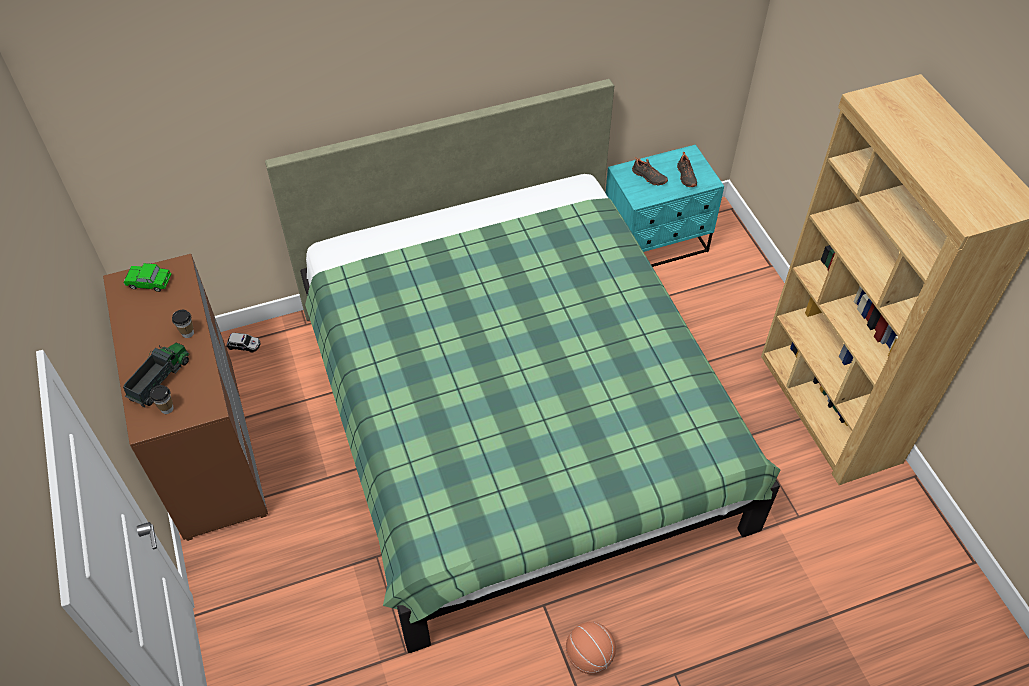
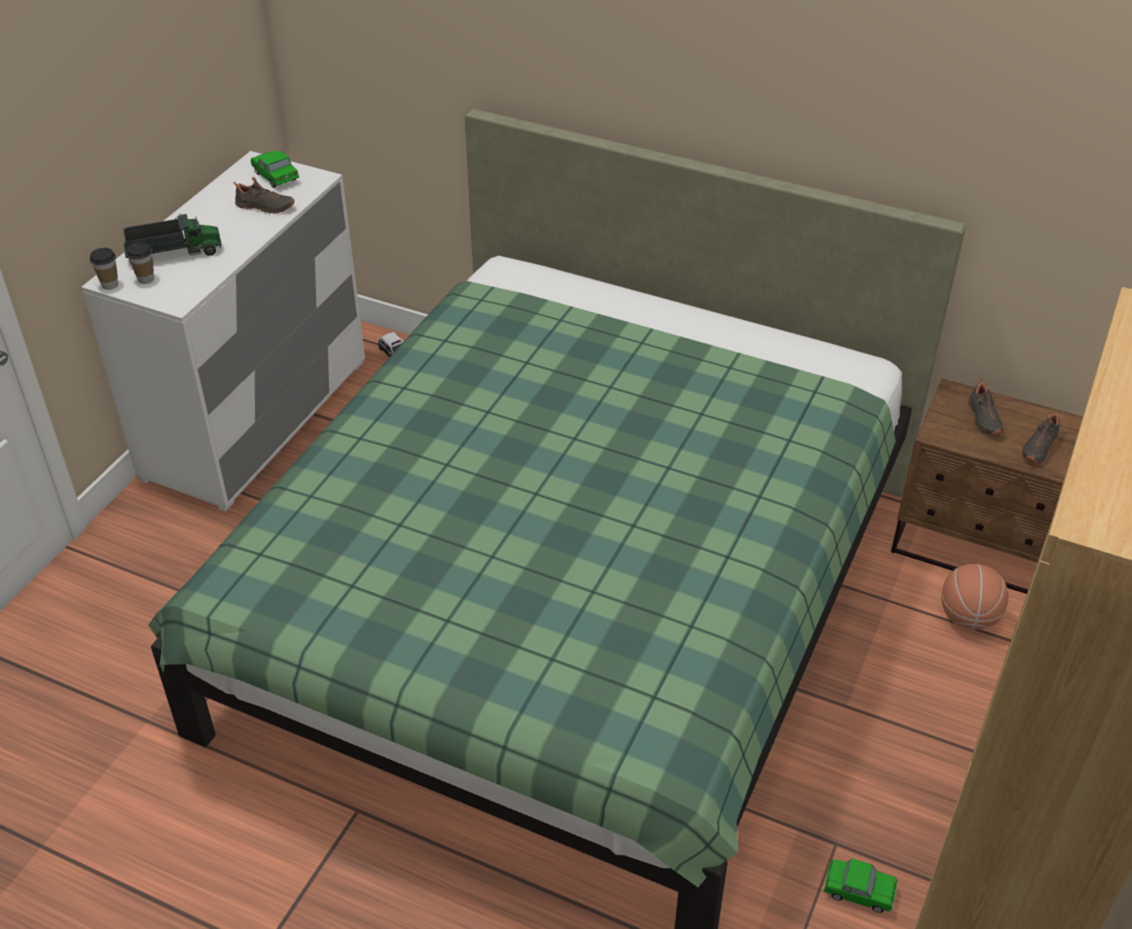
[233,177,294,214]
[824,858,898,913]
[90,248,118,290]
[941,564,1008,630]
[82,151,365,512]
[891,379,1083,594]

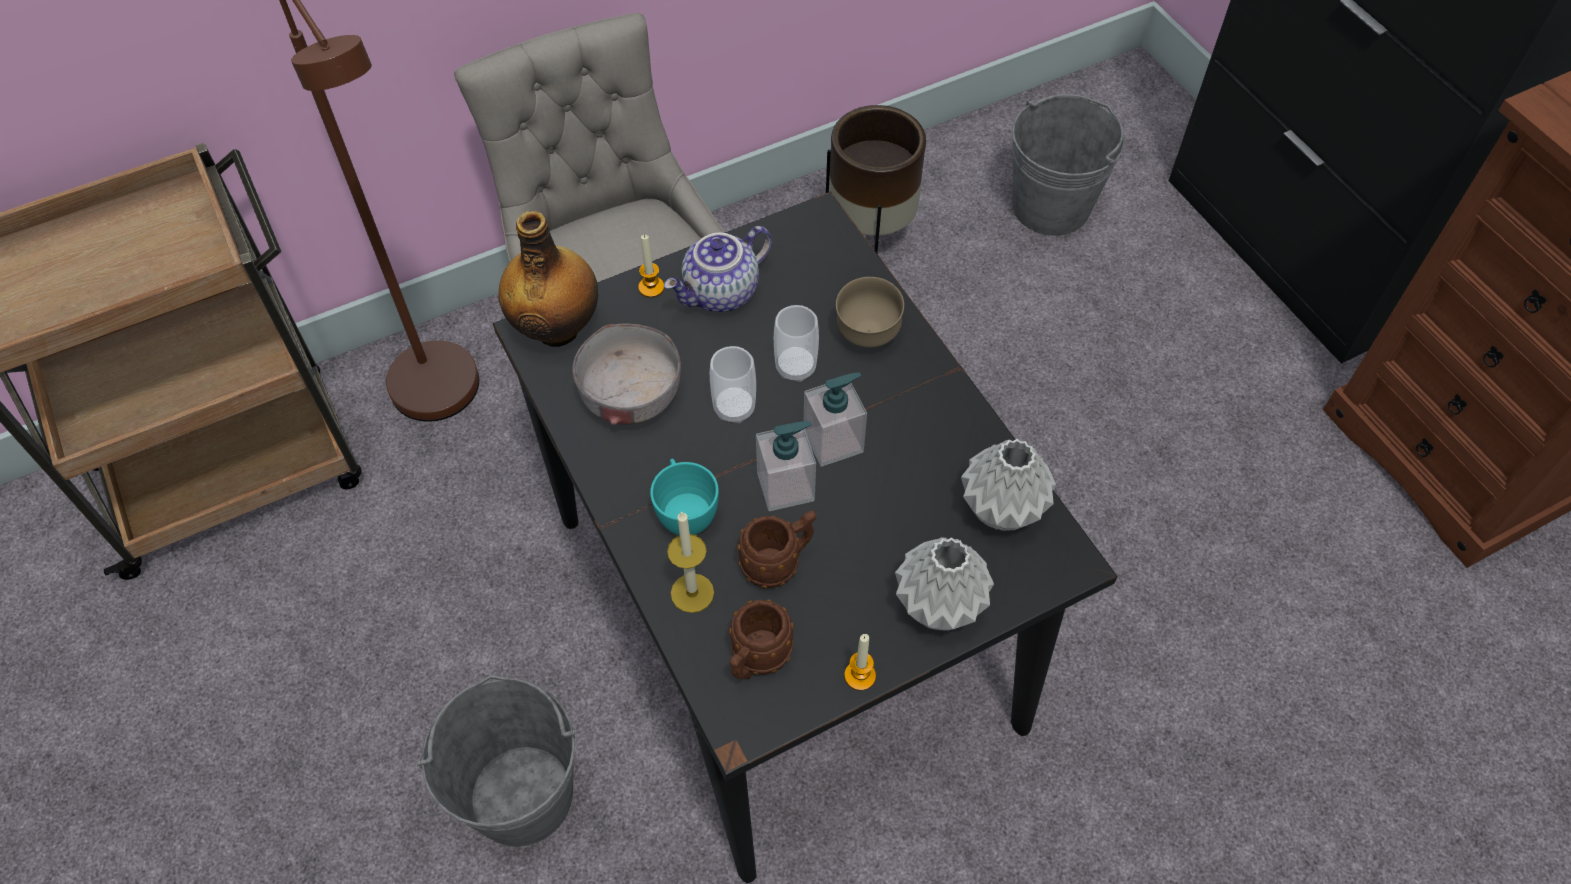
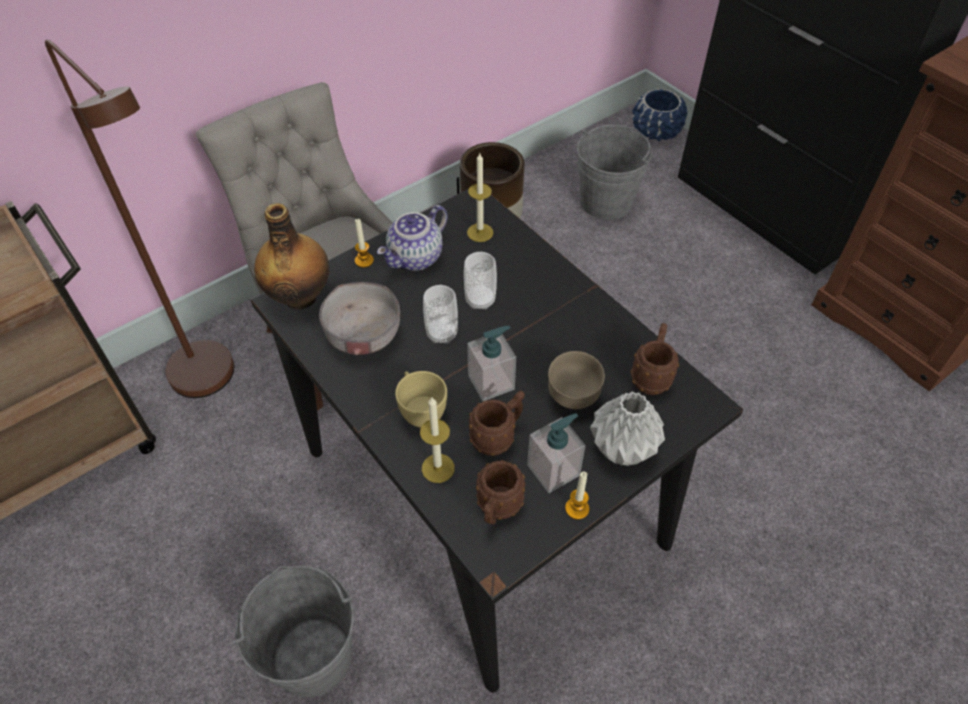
[467,153,493,242]
[633,89,688,141]
[527,414,585,493]
[548,351,605,409]
[630,323,679,395]
[395,371,447,428]

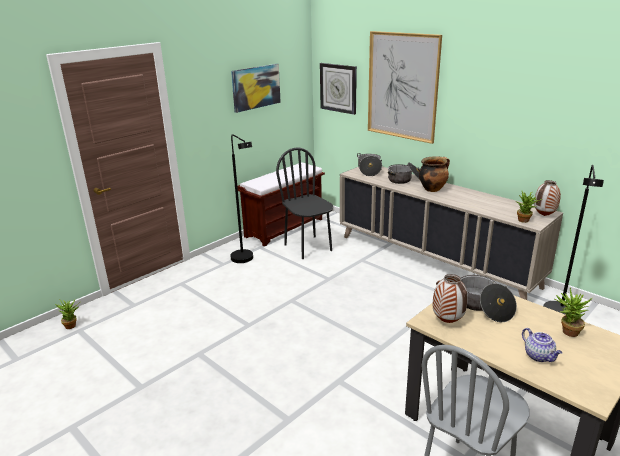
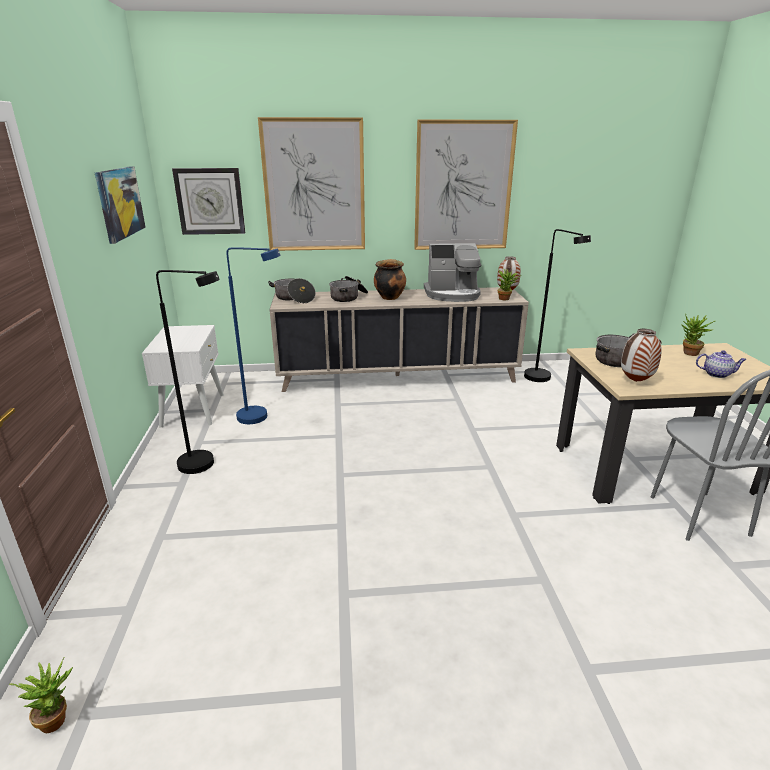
[414,120,518,250]
[424,243,481,302]
[142,325,224,427]
[227,247,280,424]

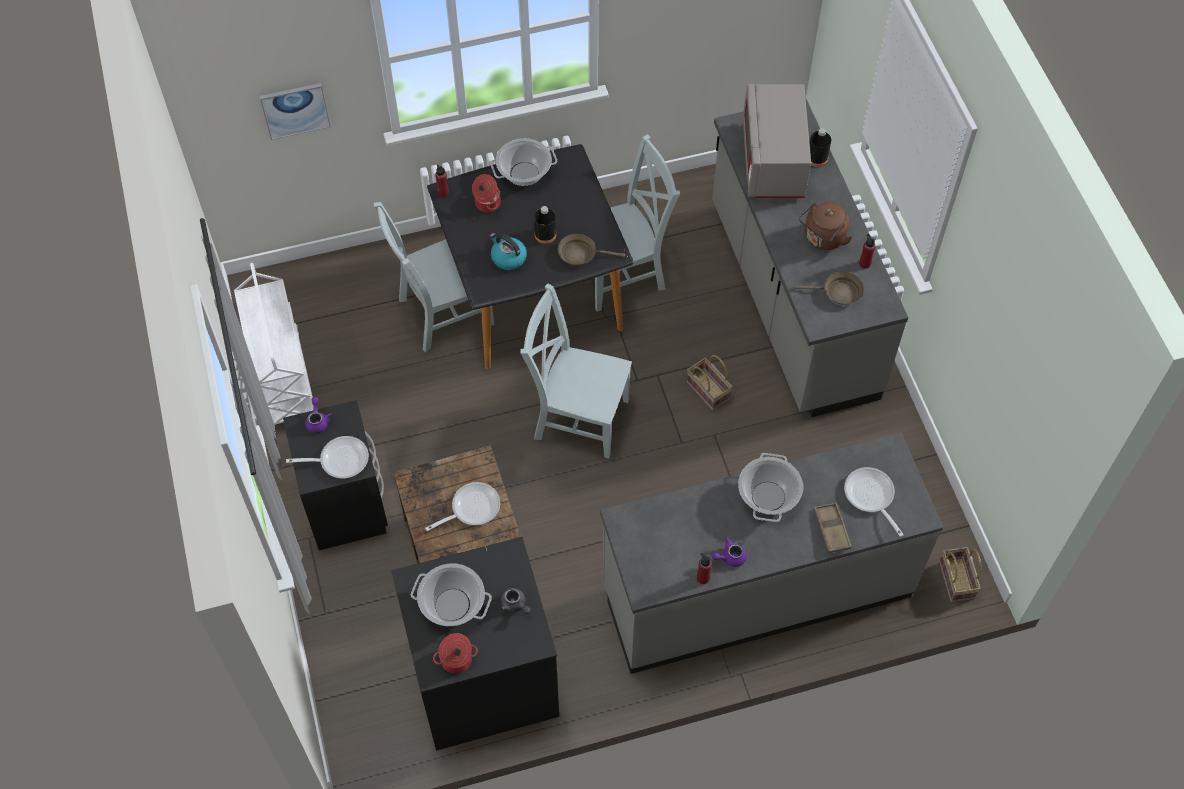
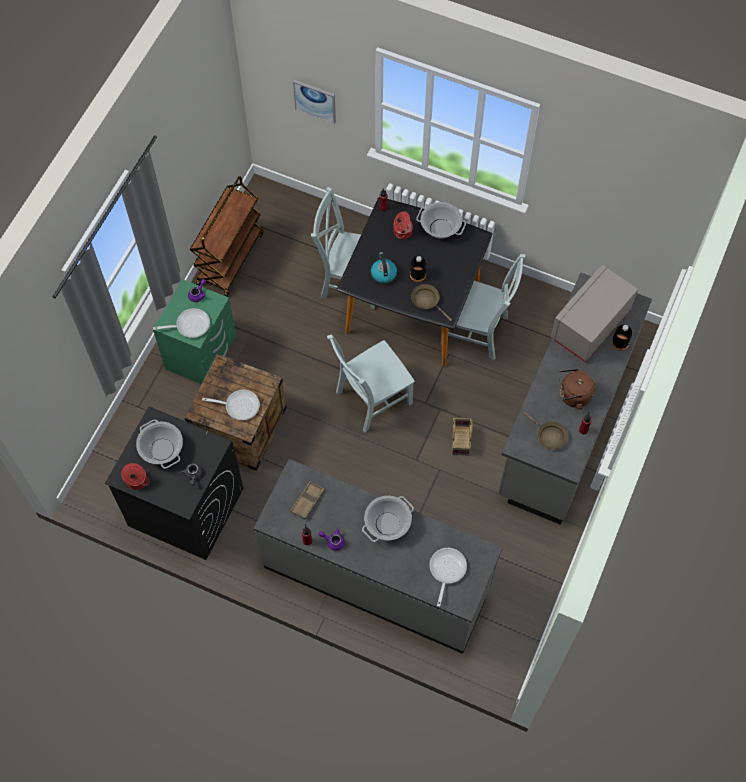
[939,547,981,603] (first image)
[291,482,324,519]
[190,176,264,297]
[153,279,236,384]
[153,308,210,338]
[327,334,415,433]

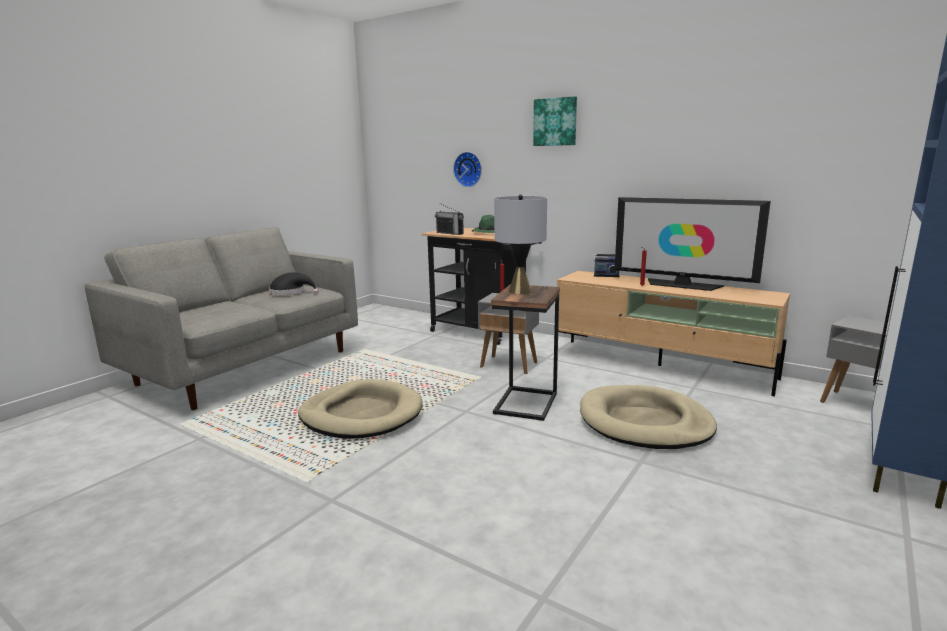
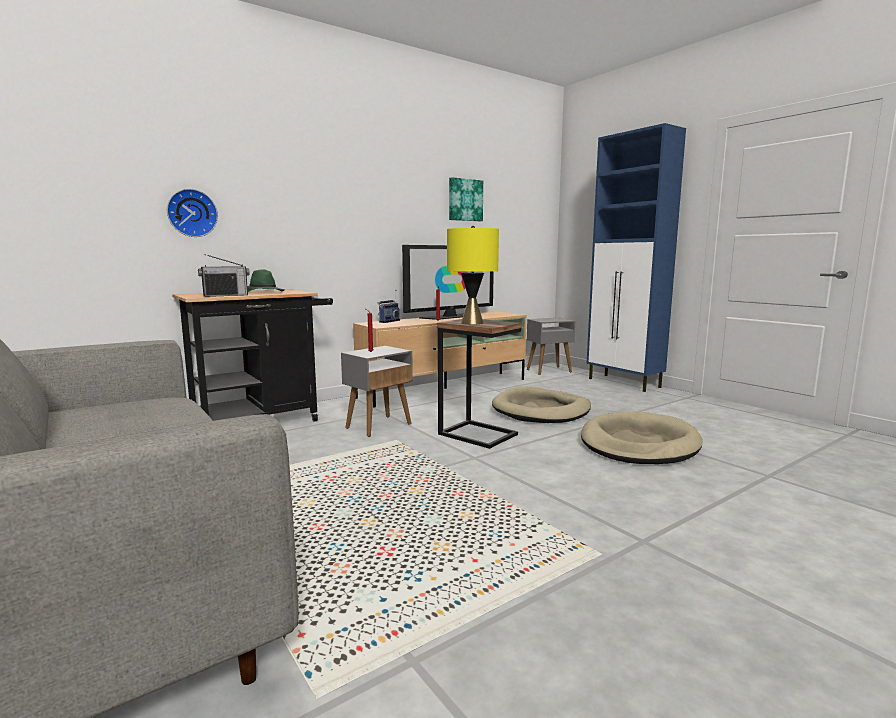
[269,272,319,296] (first image)
[581,412,703,464]
[449,177,483,221]
[447,226,499,325]

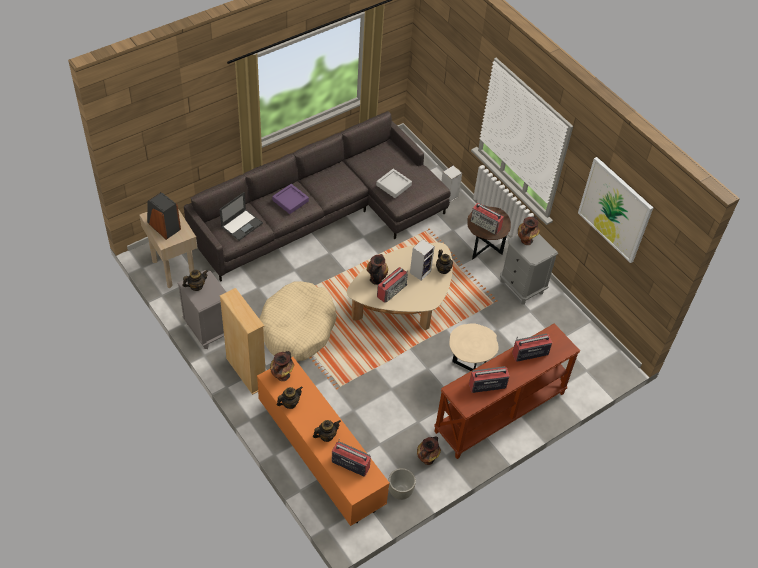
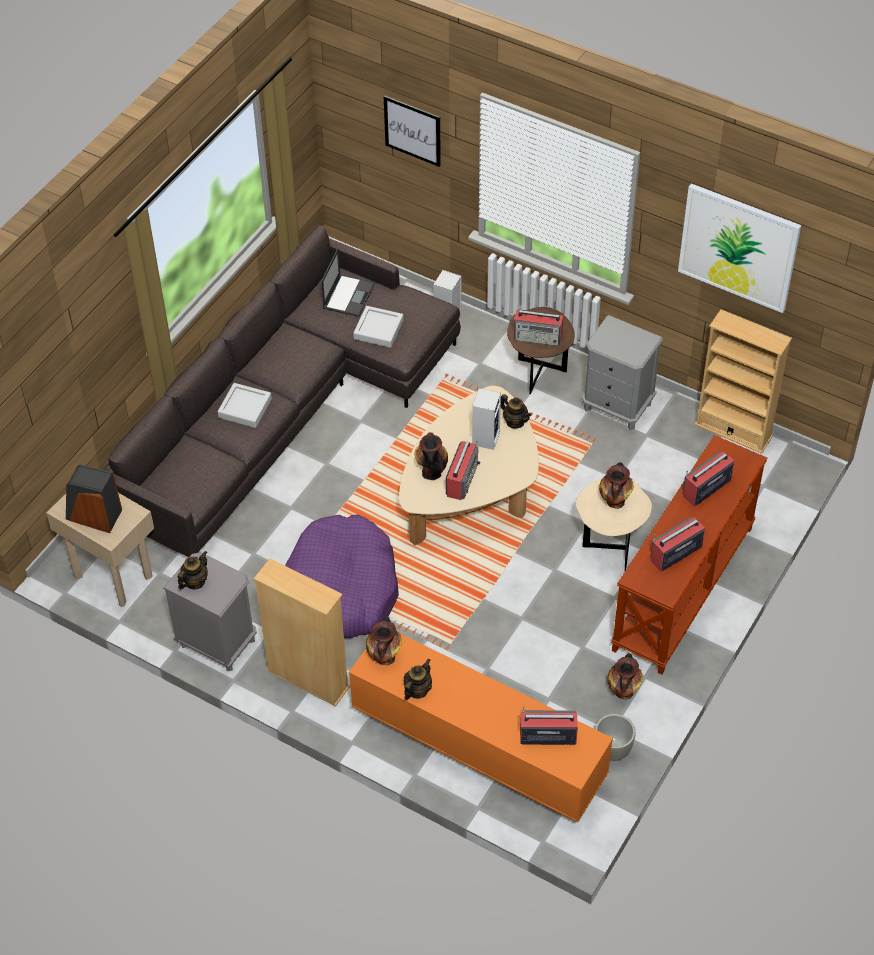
[313,420,341,442] (first image)
[384,95,441,167]
[695,310,792,454]
[321,248,375,317]
[599,462,634,509]
[285,514,399,638]
[218,383,272,428]

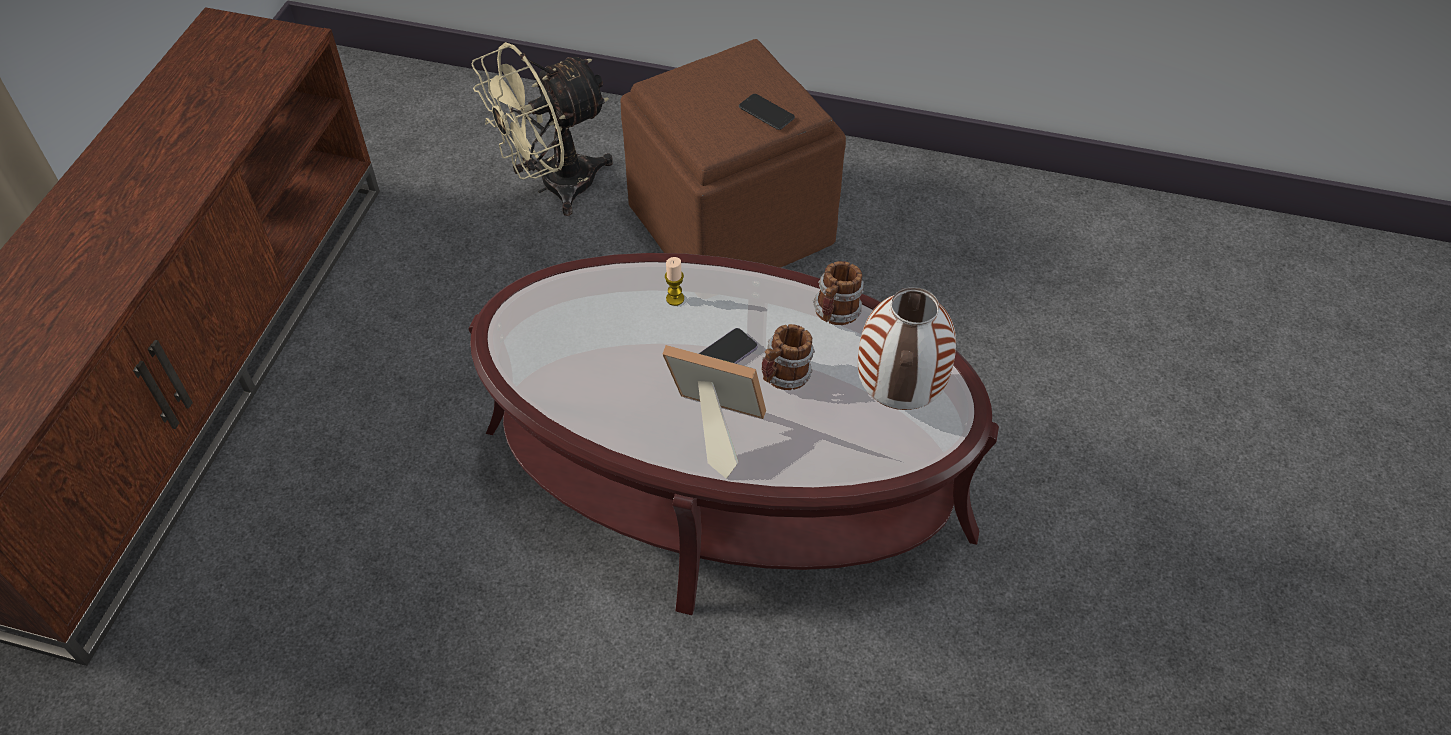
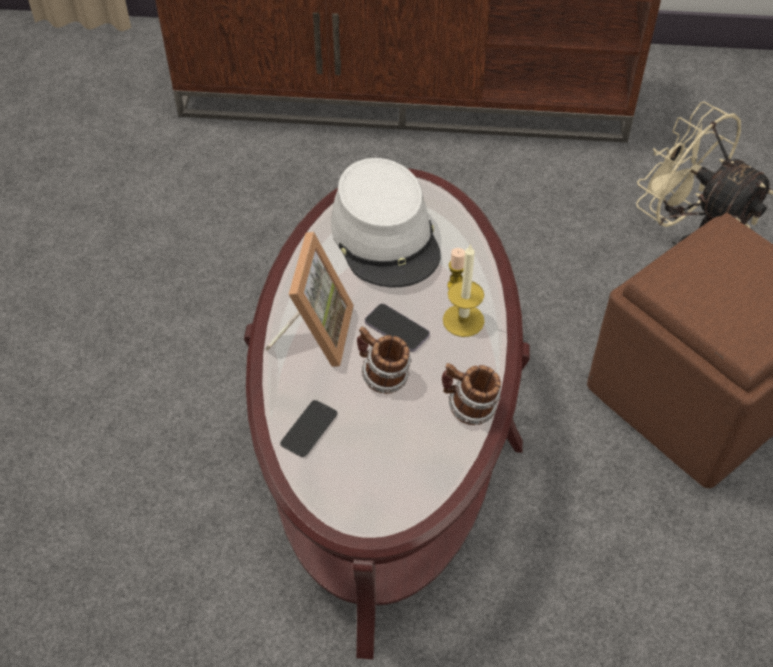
[858,287,956,410] (first image)
[331,158,441,287]
[443,244,485,337]
[280,400,337,457]

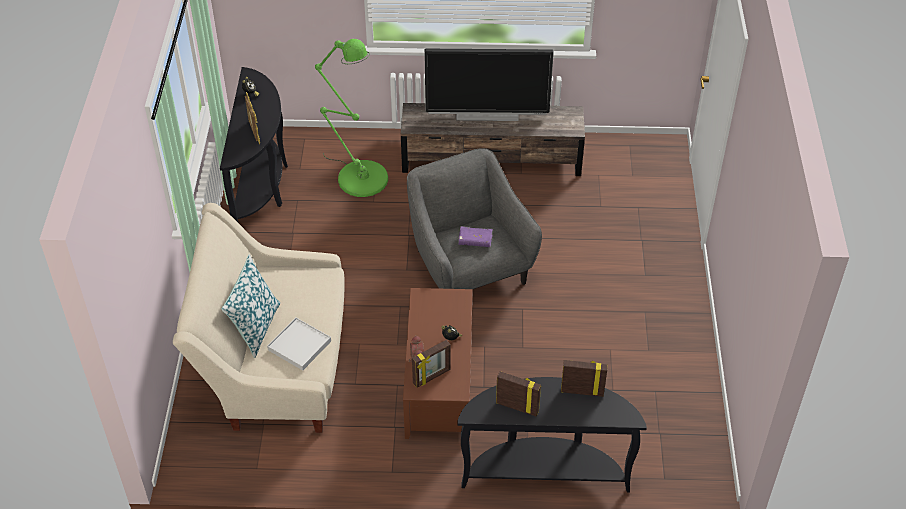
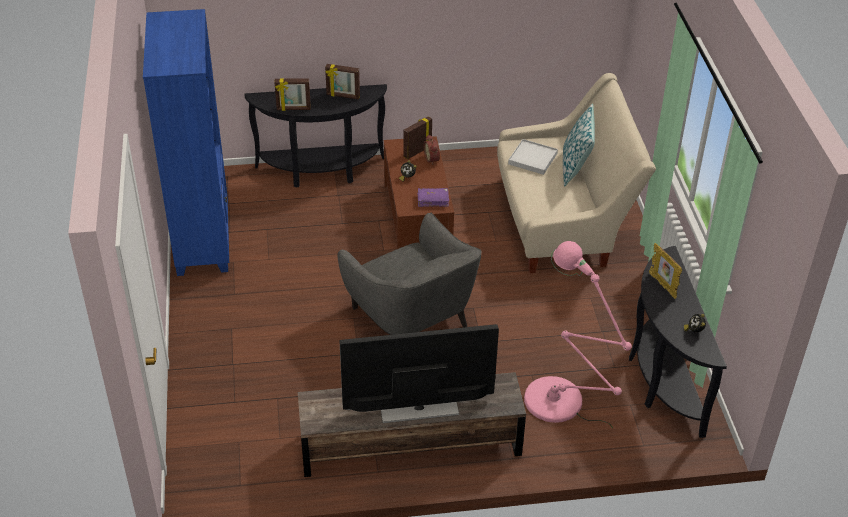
[143,9,229,276]
[418,188,449,207]
[524,241,632,428]

